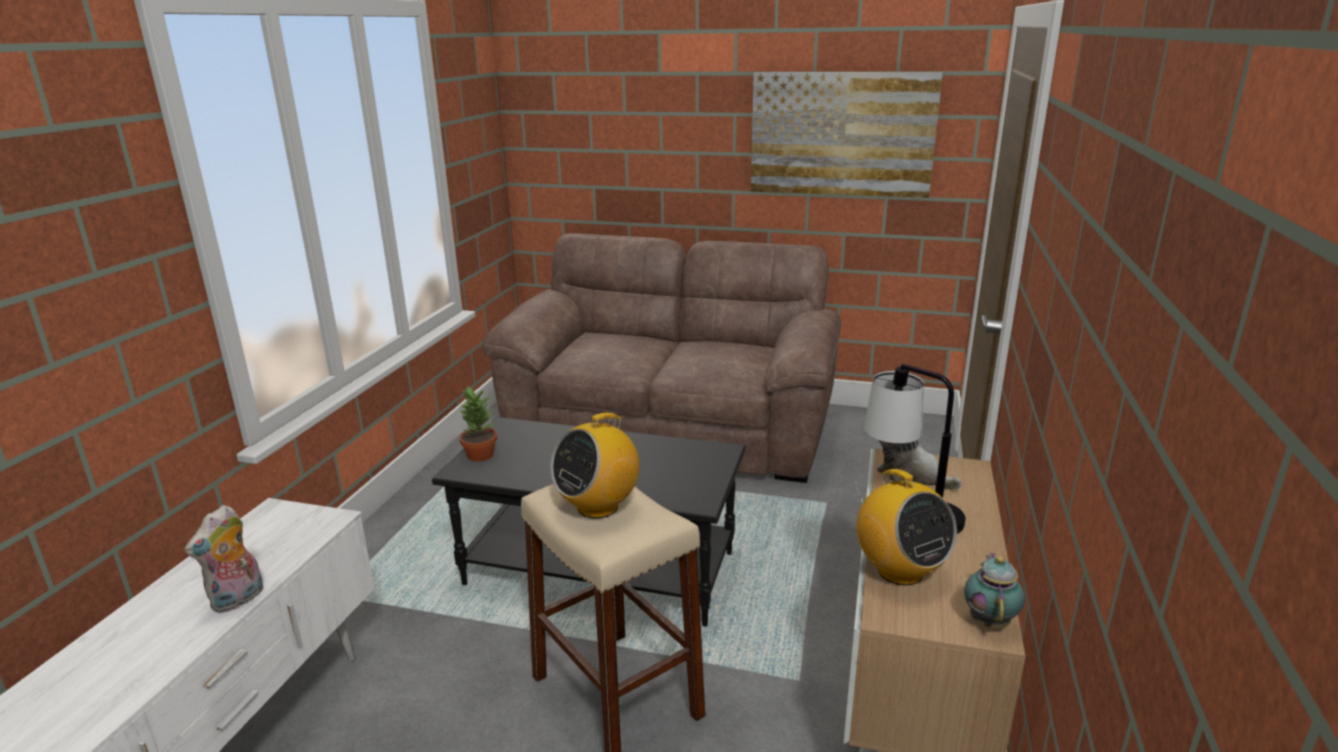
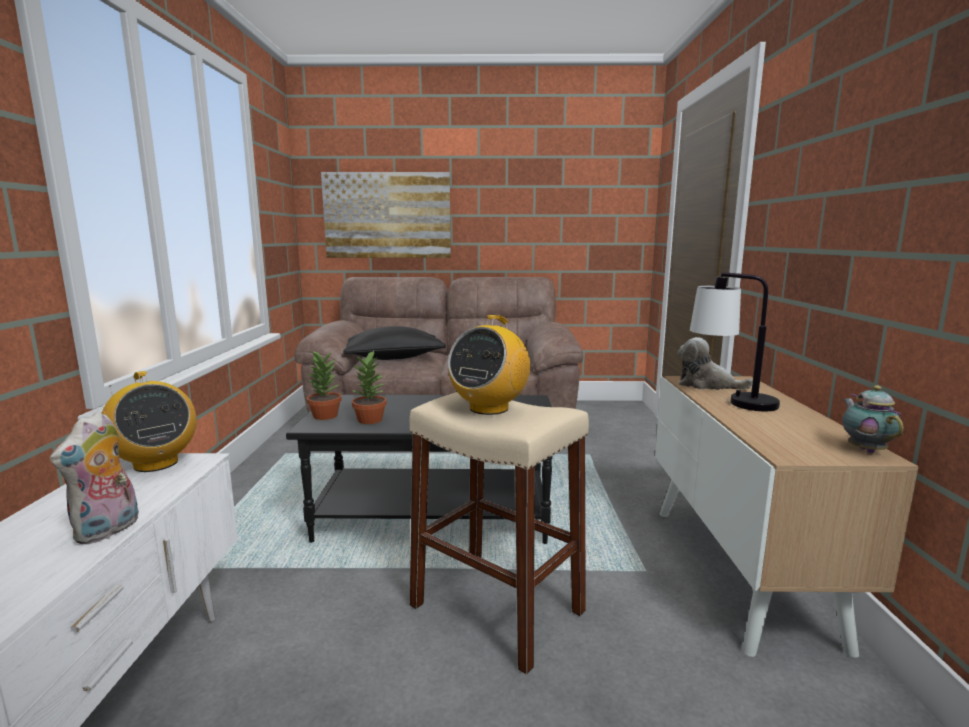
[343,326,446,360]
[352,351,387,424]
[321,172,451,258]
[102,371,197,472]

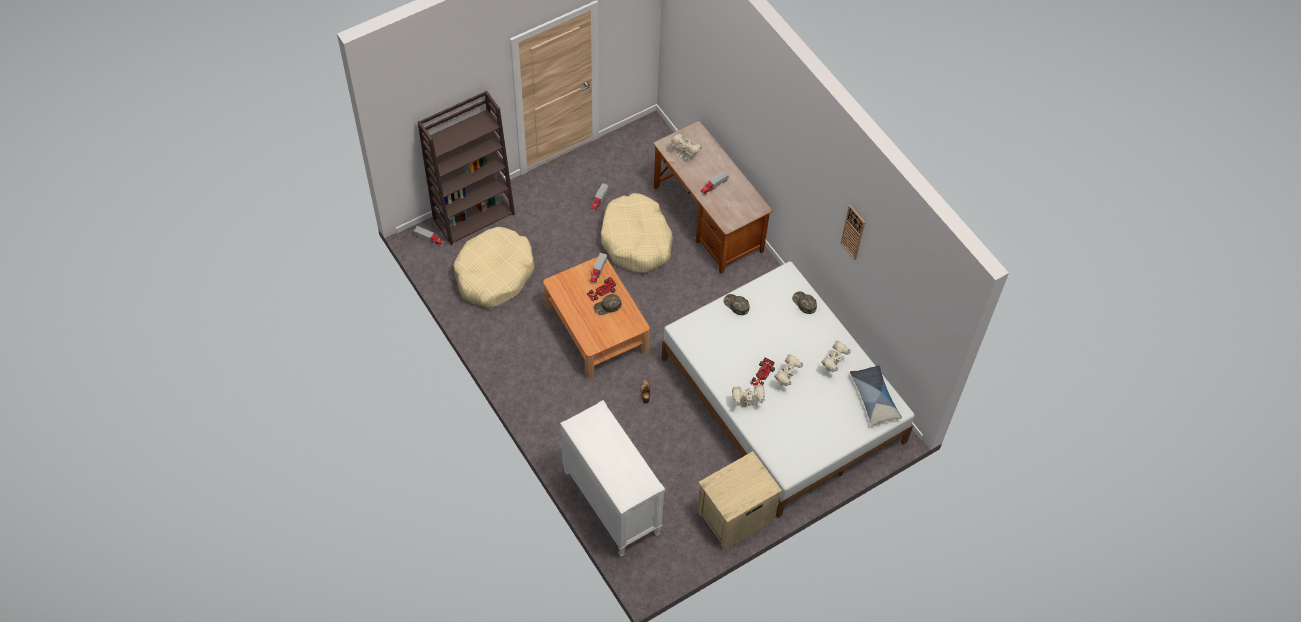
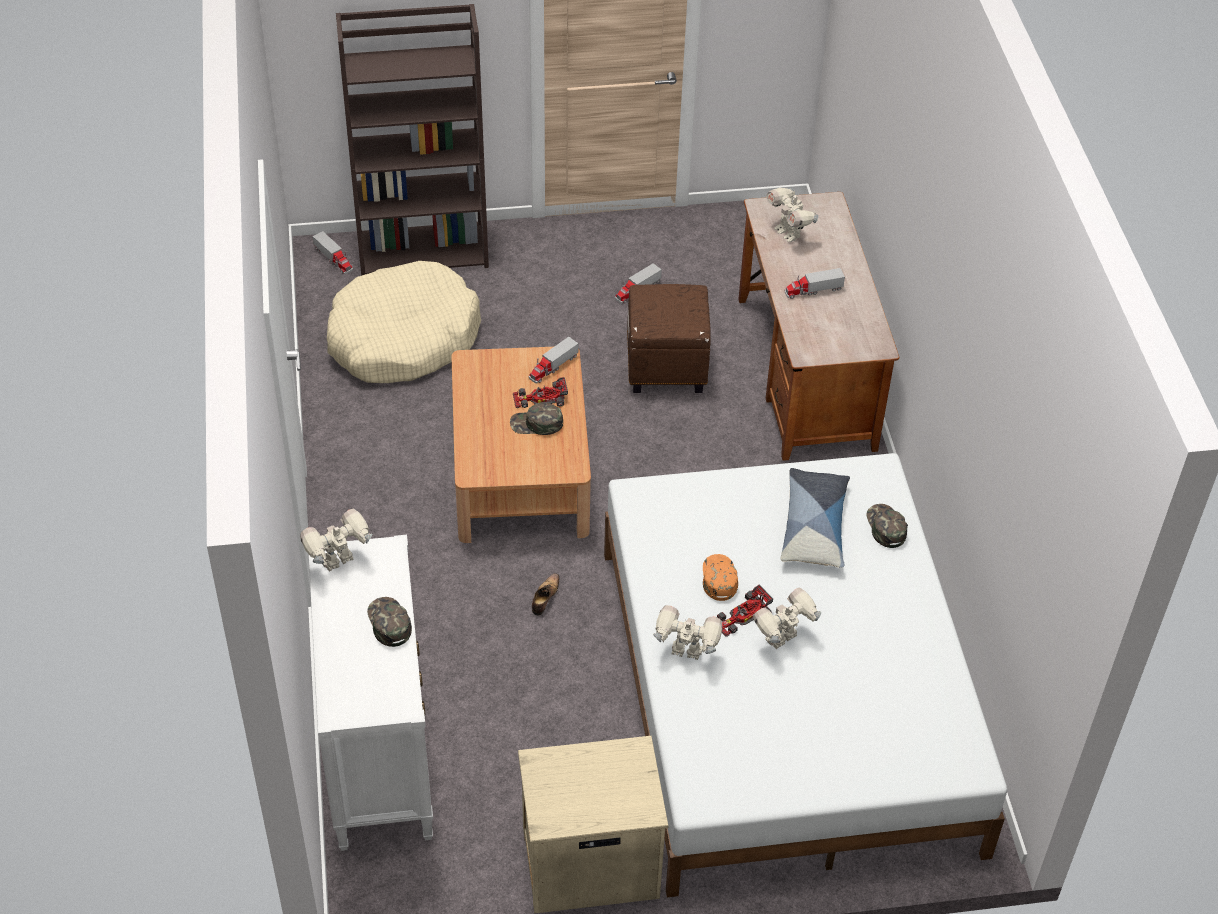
[841,205,865,260] (first image)
[703,554,738,601]
[367,597,412,647]
[300,509,373,572]
[780,468,850,568]
[627,284,711,393]

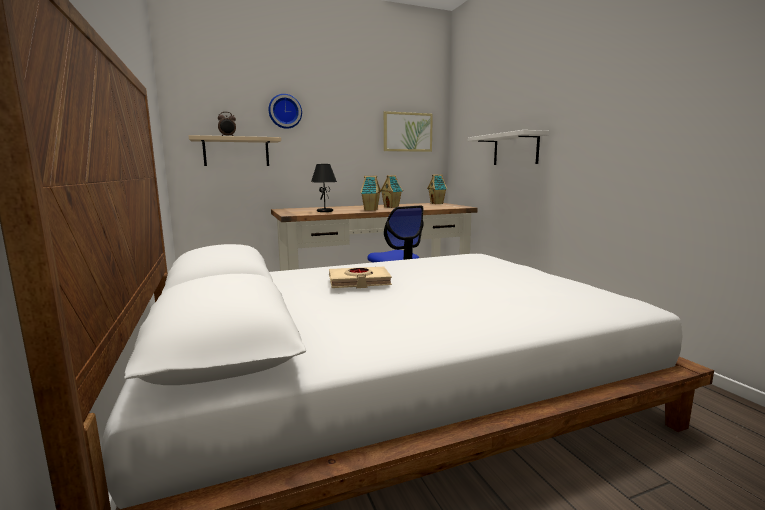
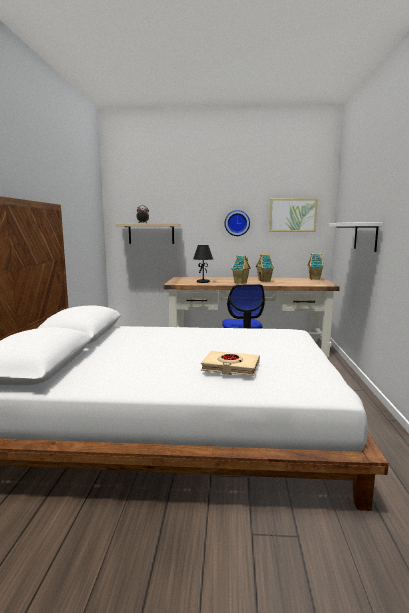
[225,210,250,236]
[201,351,260,376]

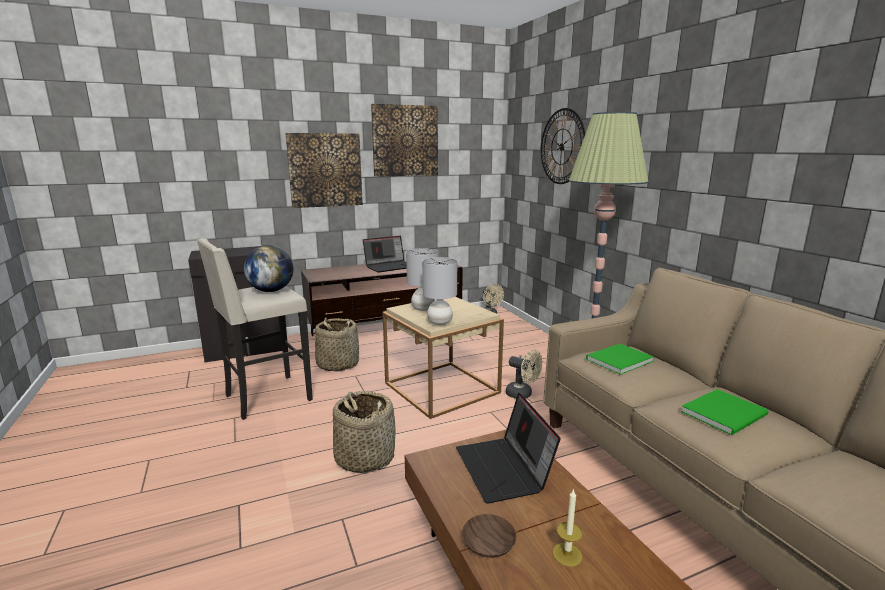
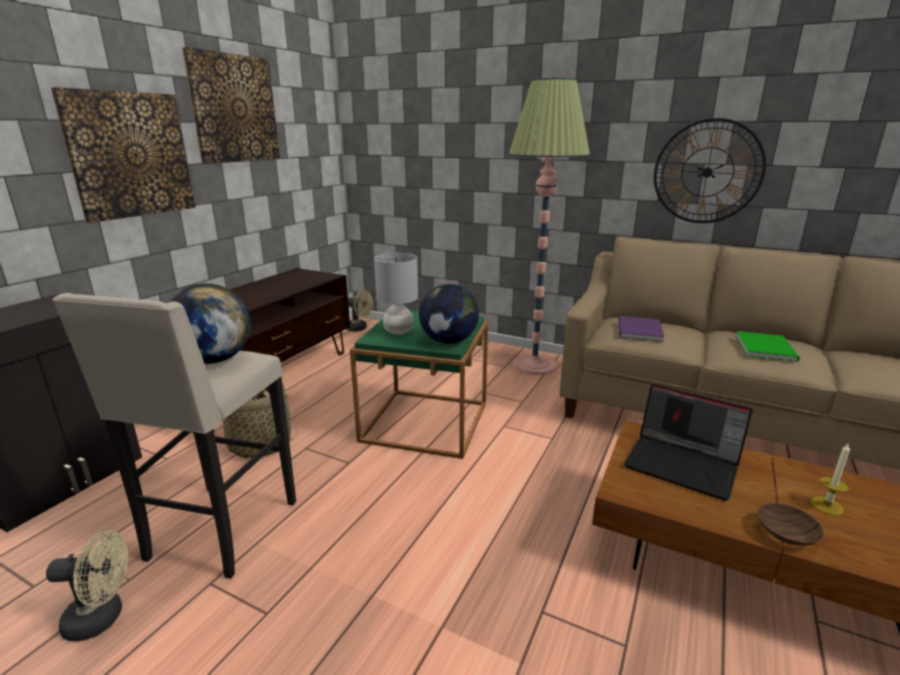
[333,391,395,473] (first image)
[363,236,407,273] (first image)
[46,530,128,641]
[654,118,766,223]
[419,284,479,344]
[350,310,488,459]
[619,316,664,342]

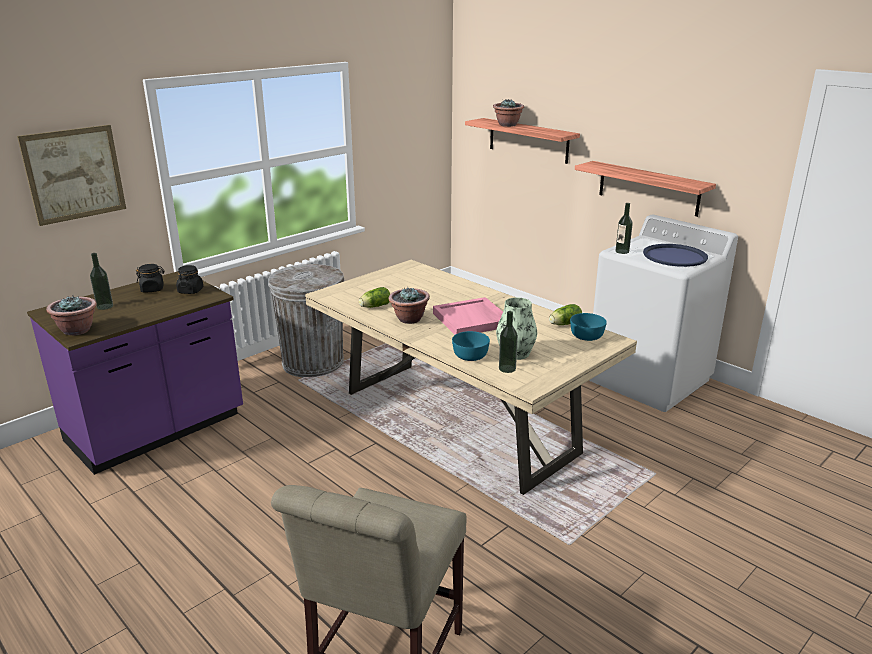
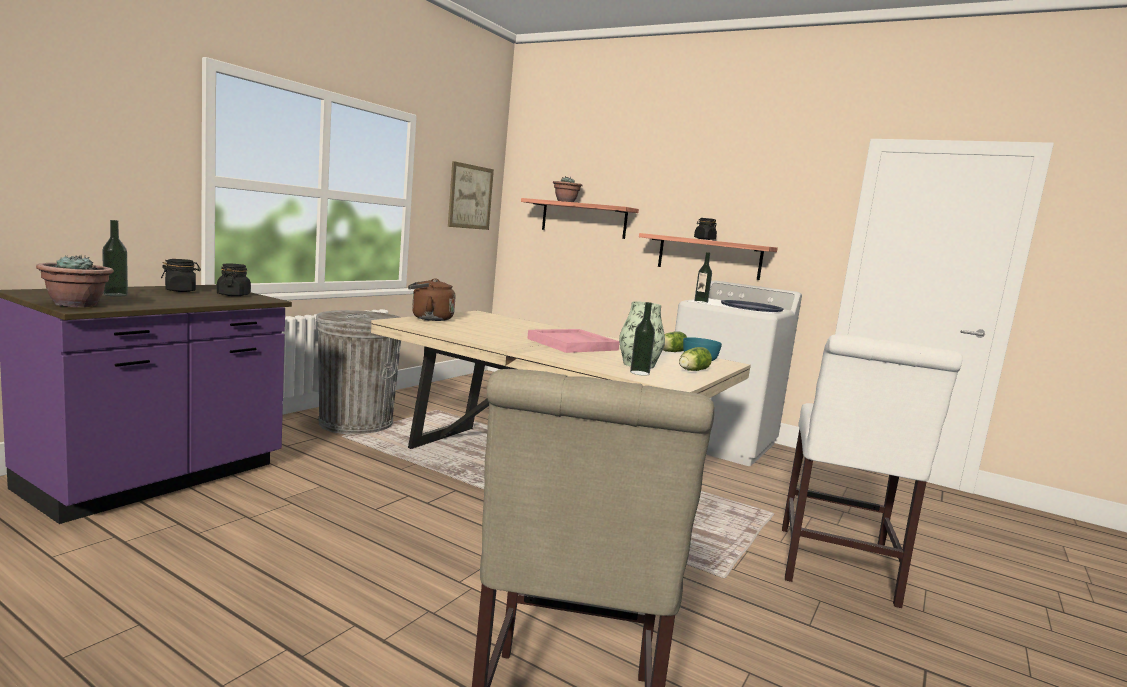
[389,287,430,324] (first image)
[452,331,490,361] (first image)
[408,278,455,321]
[694,218,717,240]
[782,334,963,608]
[448,161,494,230]
[679,347,712,371]

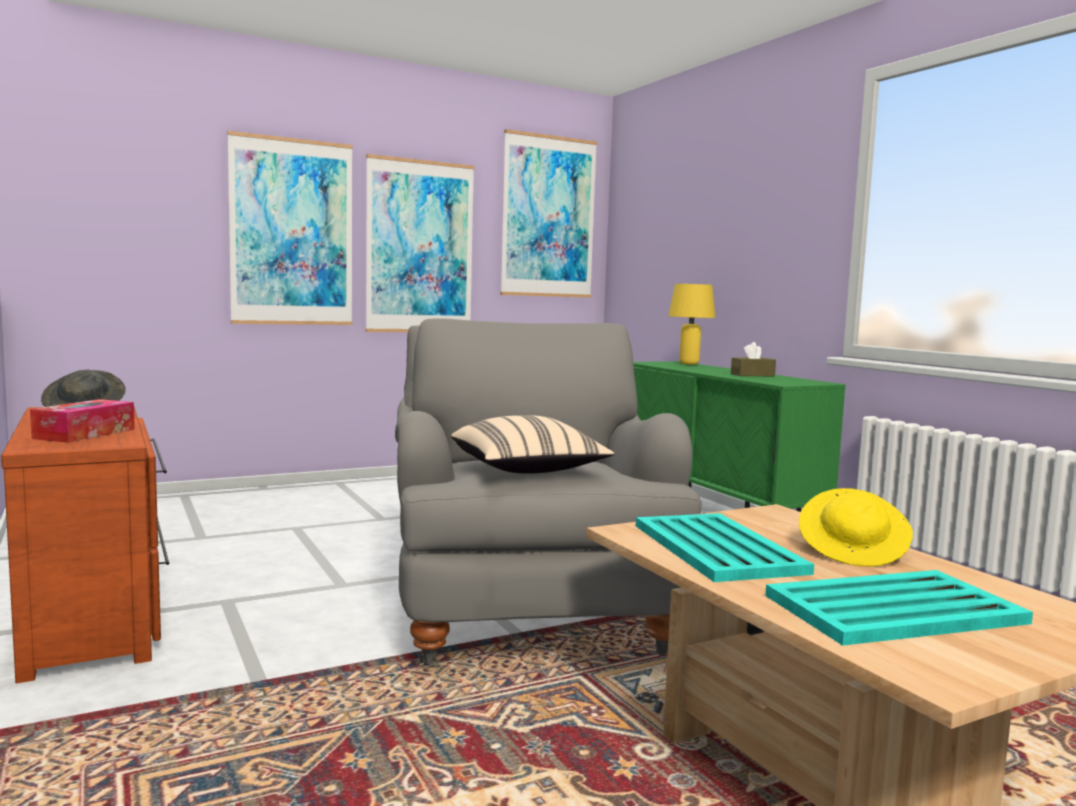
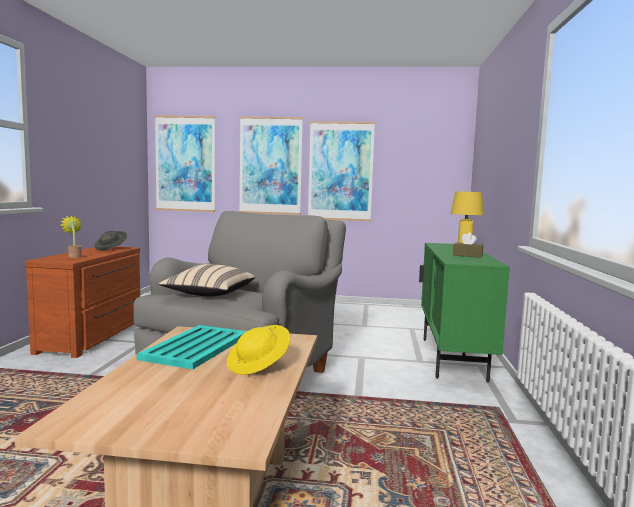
[765,570,1033,646] (first image)
[155,115,215,212]
[61,216,82,258]

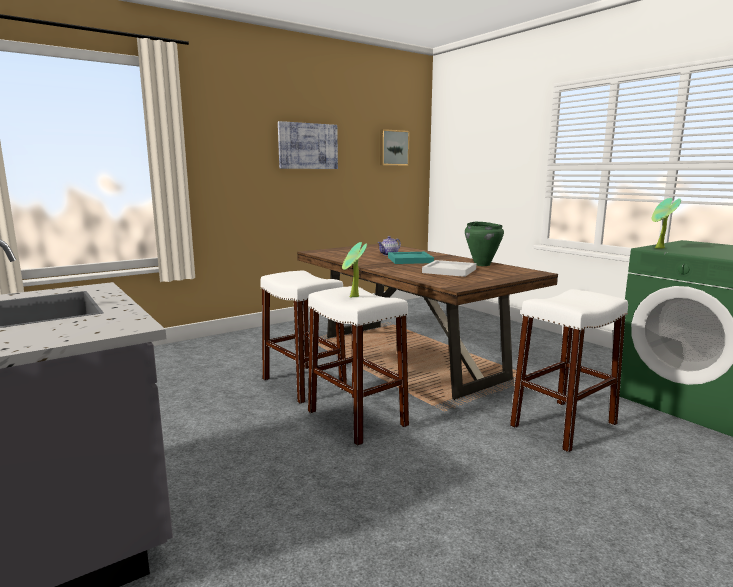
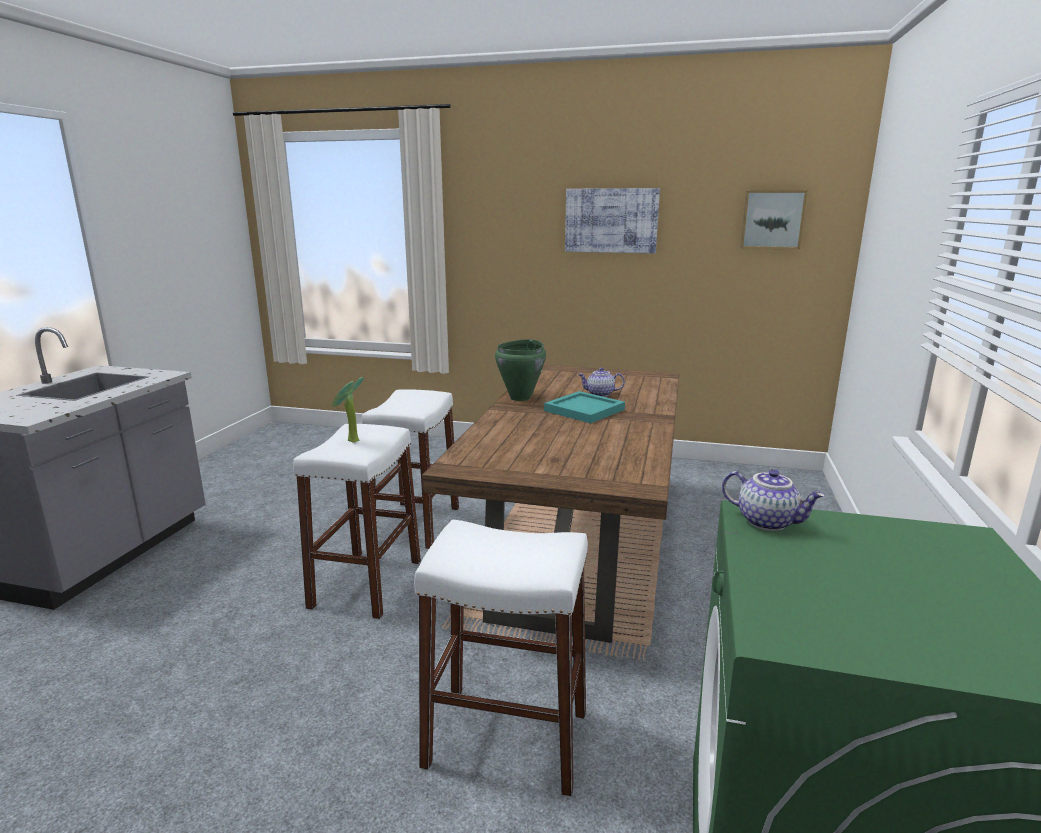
[422,260,476,277] (first image)
[495,339,546,401]
[722,469,825,531]

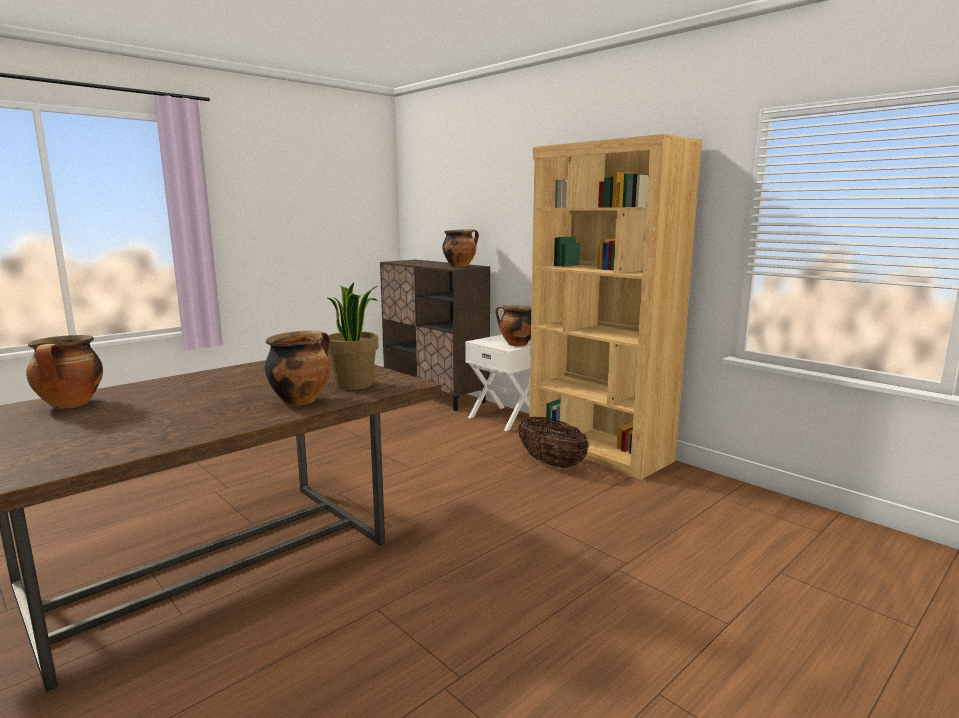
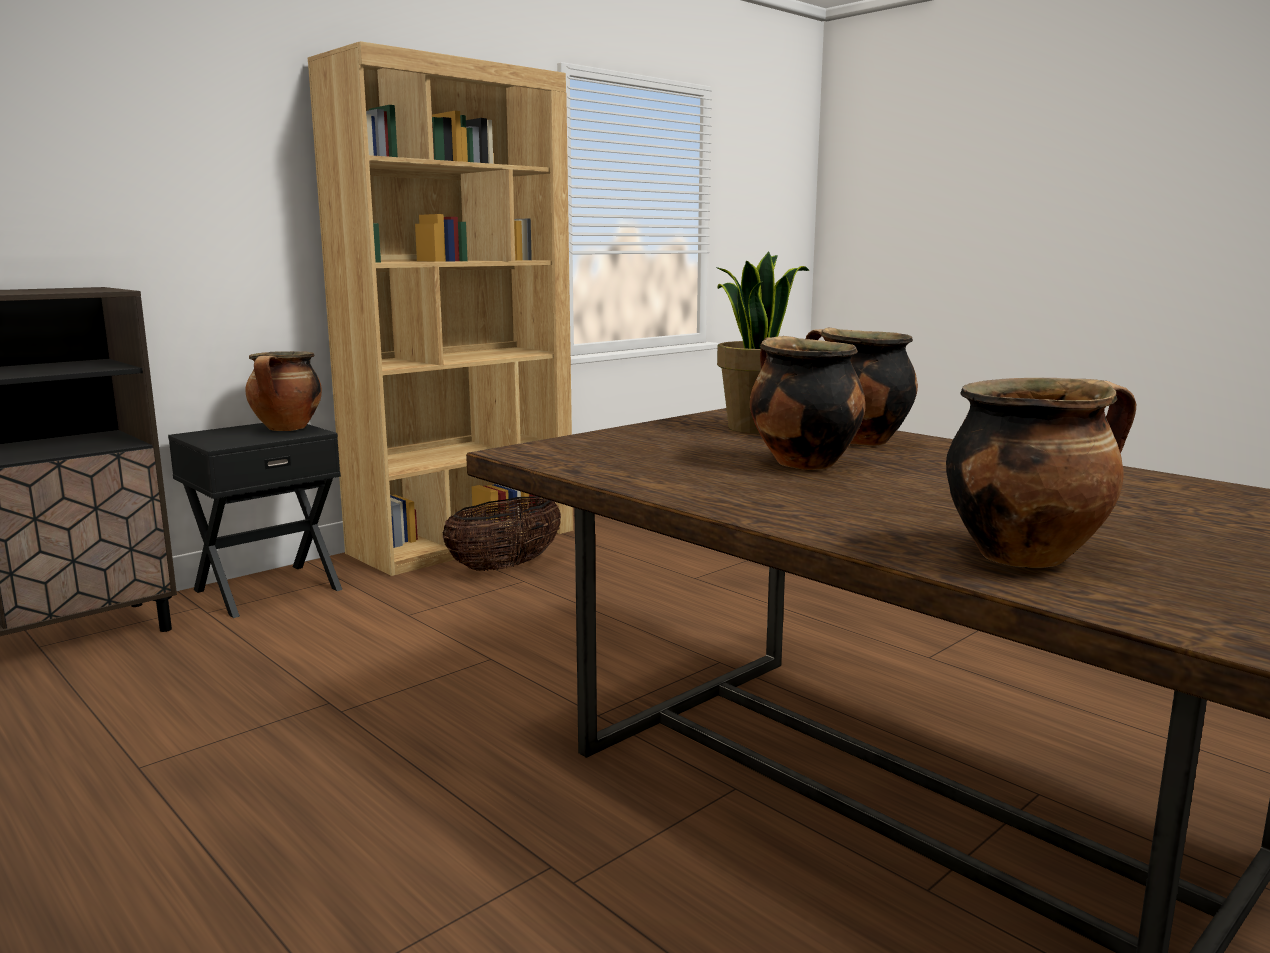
[750,336,865,470]
[168,423,342,618]

